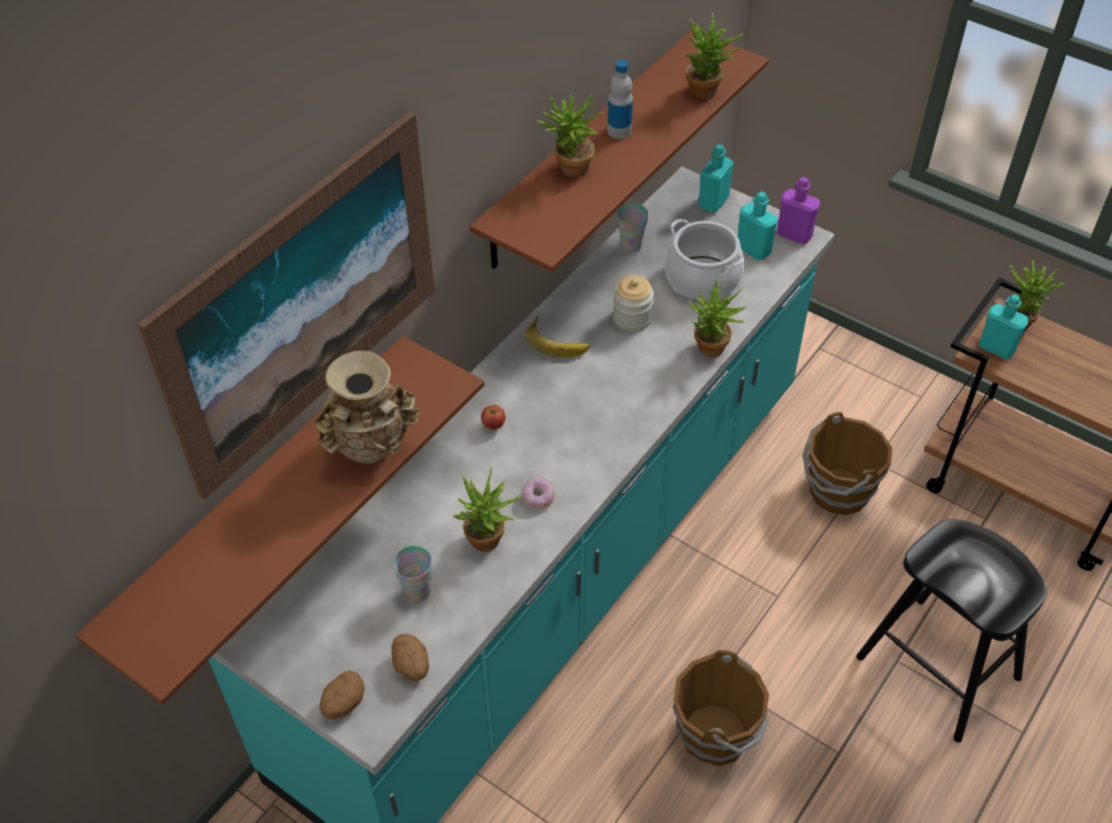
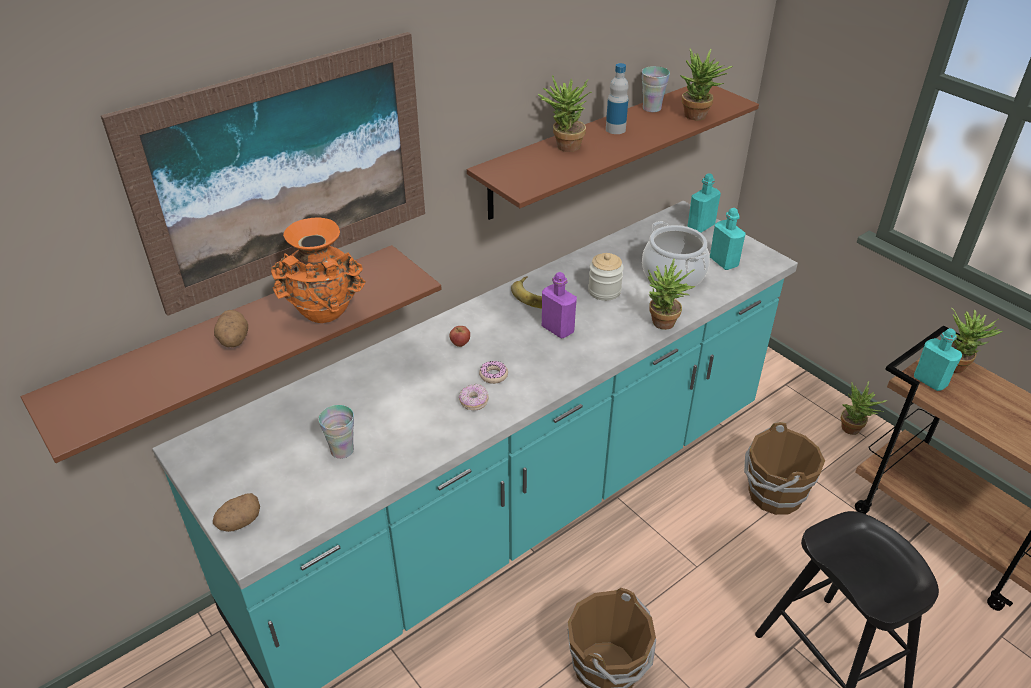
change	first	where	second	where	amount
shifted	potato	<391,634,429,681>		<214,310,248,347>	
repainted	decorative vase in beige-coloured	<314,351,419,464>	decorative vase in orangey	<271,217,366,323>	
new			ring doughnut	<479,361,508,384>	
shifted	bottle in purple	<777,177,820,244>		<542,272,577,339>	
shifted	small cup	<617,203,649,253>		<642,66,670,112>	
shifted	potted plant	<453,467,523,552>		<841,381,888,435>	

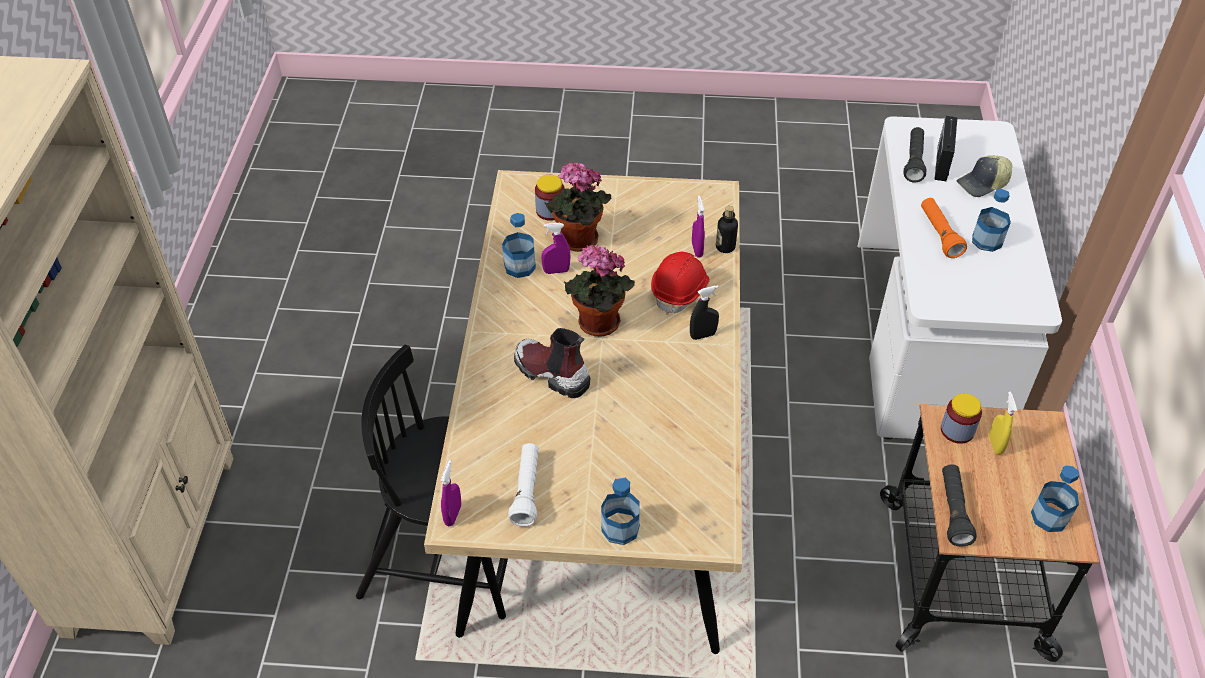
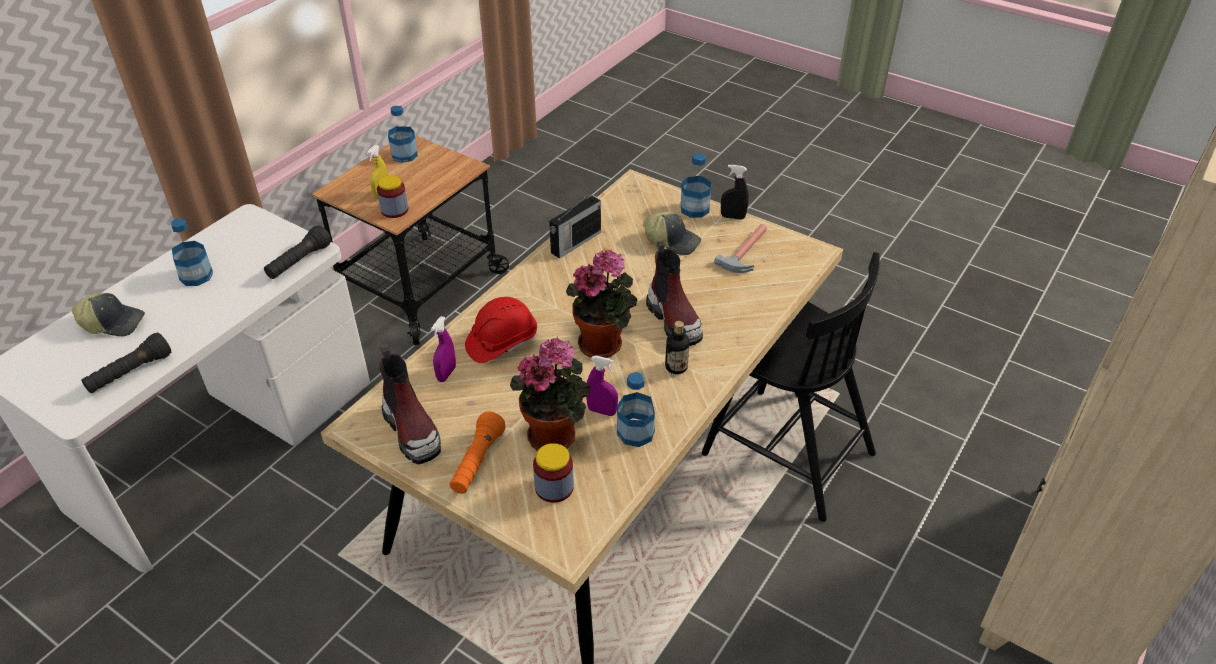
change	first	where	second	where	amount
shifted	flashlight in blackish	<942,465,977,546>		<264,225,331,279>	
new			boot	<378,345,441,464>	
shifted	flashlight in orangey	<921,198,967,258>		<450,411,506,494>	
shifted	radio receiver	<934,116,958,181>		<549,192,601,259>	
new			baseball cap	<643,212,701,255>	
shifted	bottle	<716,206,738,253>		<665,321,690,374>	
swapped	flashlight in white-coloured	<508,443,539,527>	hammer	<714,224,767,273>	
shifted	hand sprayer in blackish	<690,285,719,340>		<721,165,749,220>	
gone	hand sprayer in purple	<440,460,461,526>			

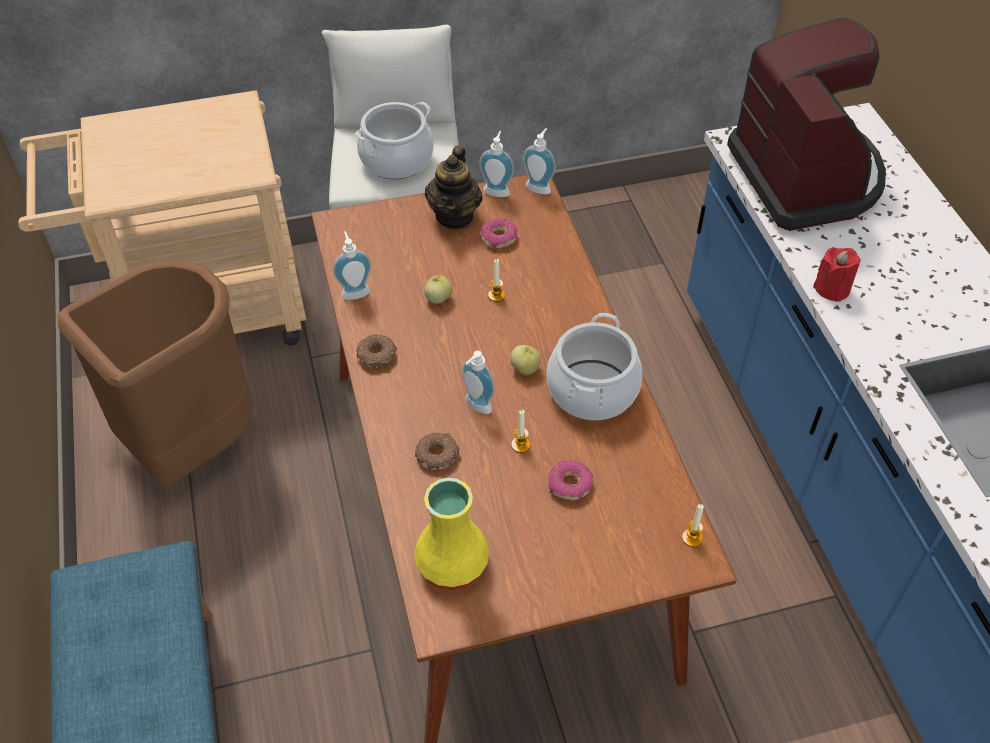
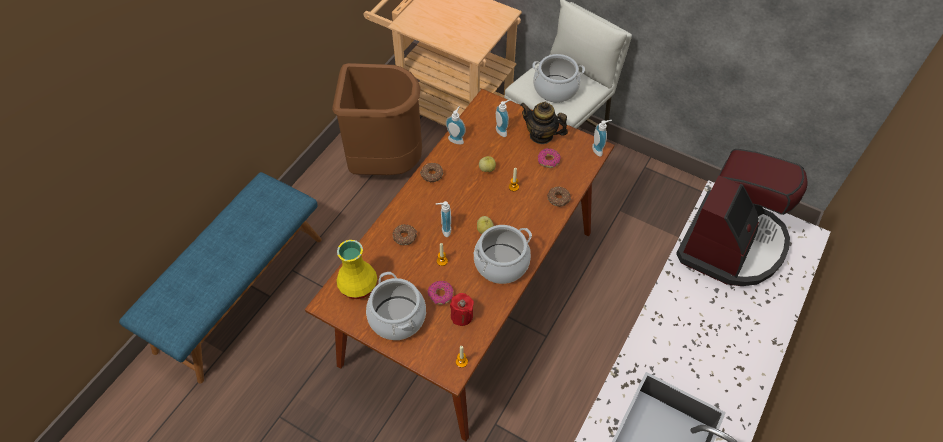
change	first	where	second	where	amount
new			saucepot	<366,272,426,340>	
shifted	candle in red	<813,247,861,302>		<450,293,474,326>	
shifted	liquid soap bottle	<479,131,514,197>		<496,100,511,137>	
rotated	tea pot	<425,146,482,229>		<520,102,568,144>	60 degrees clockwise
new			ring doughnut	<547,186,571,207>	

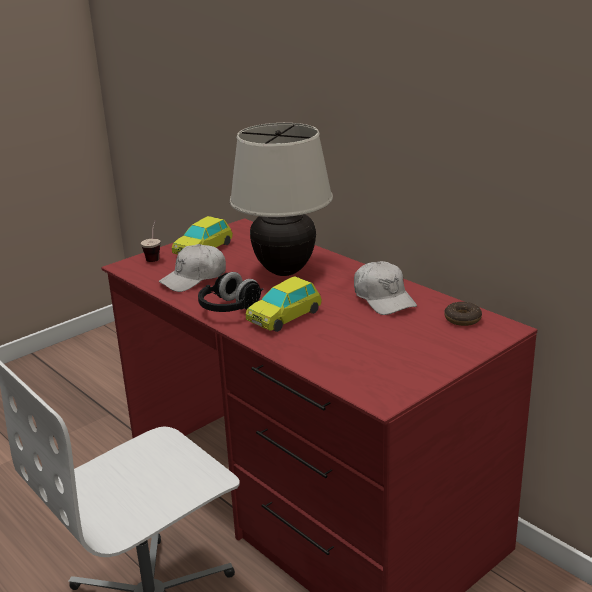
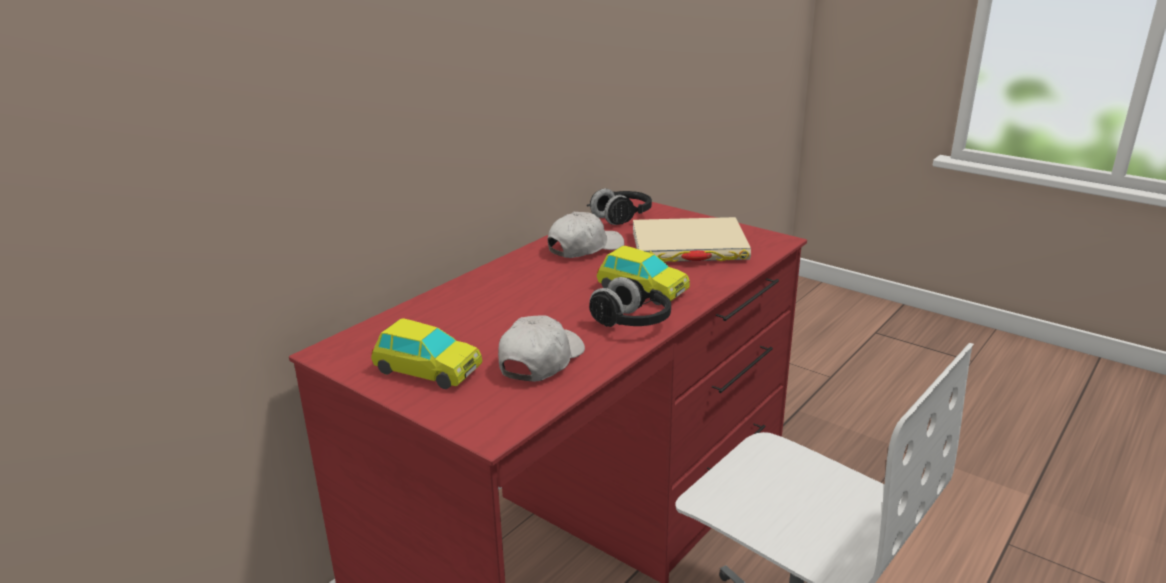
change	first	where	second	where	amount
rotated	baseball cap in white-coloured	<159,244,226,292>		<498,315,585,382>	105 degrees counterclockwise
swapped	ring doughnut	<444,302,482,326>	headphones in blackish	<587,188,652,225>	
new			bound book in beige-coloured	<633,217,751,262>	
gone	small cup	<141,220,160,262>			
gone	table lamp in beige-coloured	<230,123,333,276>			

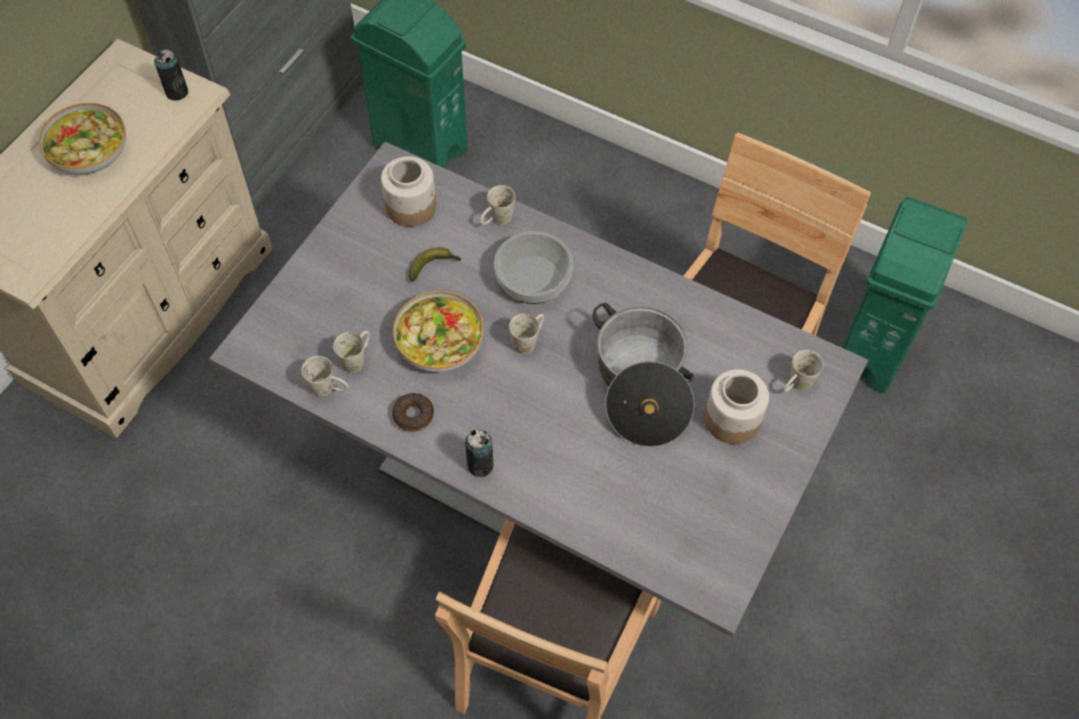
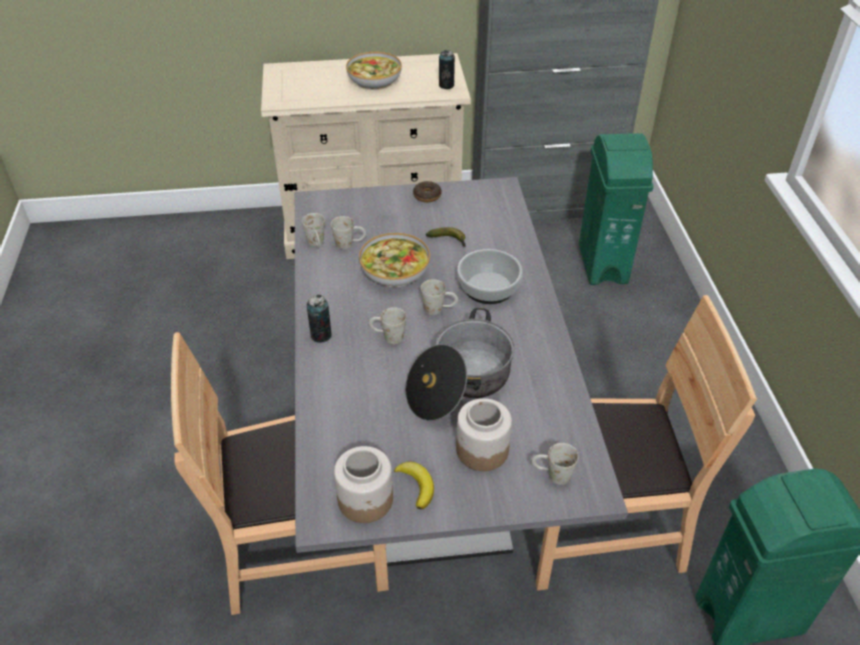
change	first	where	second	where	amount
shifted	preserve jar	<381,156,436,227>		<334,446,393,523>	
shifted	coffee mug in white-coloured	<480,185,516,225>		<369,307,406,344>	
new			whole banana	<394,462,434,509>	
shifted	ring doughnut	<392,393,434,432>		<413,181,442,202>	

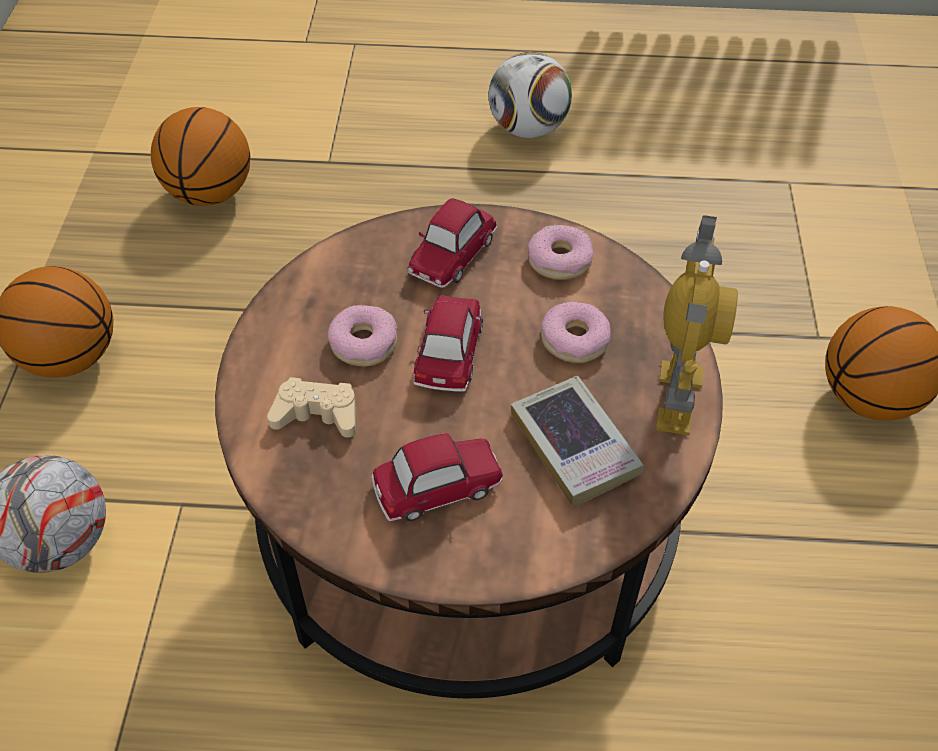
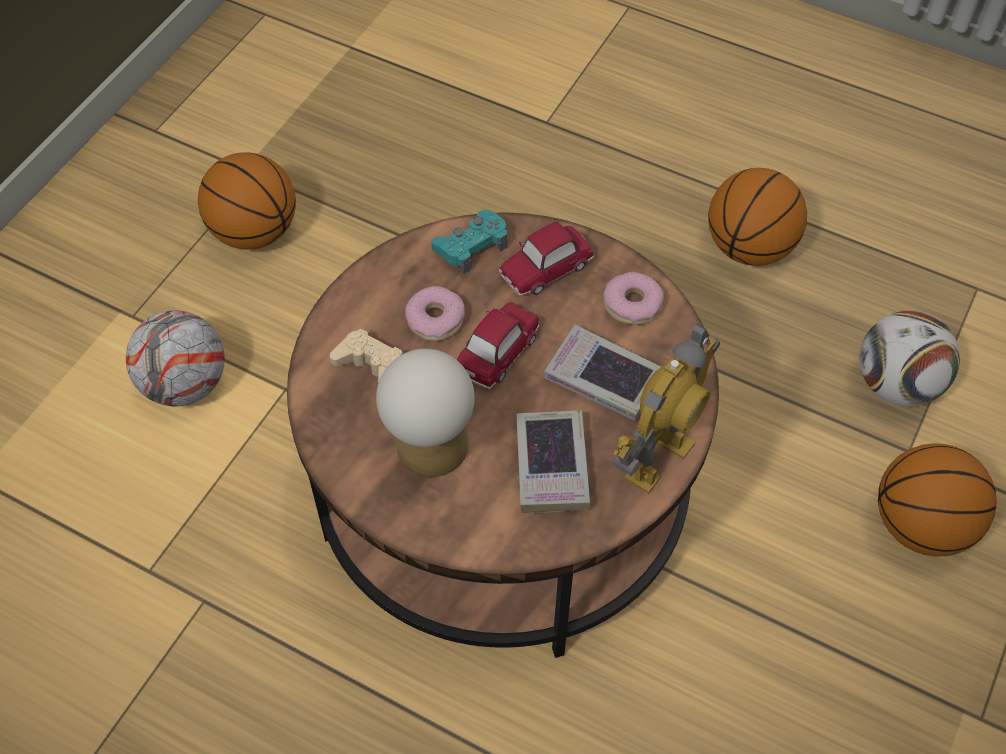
change	first	where	second	where	amount
swapped	miniature car	<372,433,503,521>	table lamp	<376,349,475,477>	
new			gamepad in blue-green	<431,210,507,274>	
swapped	ring doughnut	<541,301,611,363>	bound book	<544,324,661,421>	
shifted	basketball	<151,107,251,206>		<708,168,807,266>	
shifted	football ball	<488,52,572,138>		<859,310,960,406>	

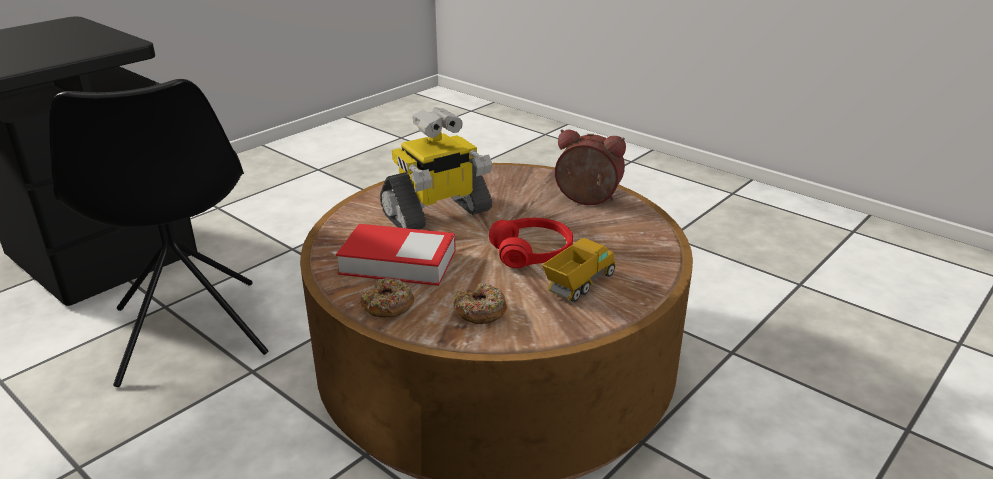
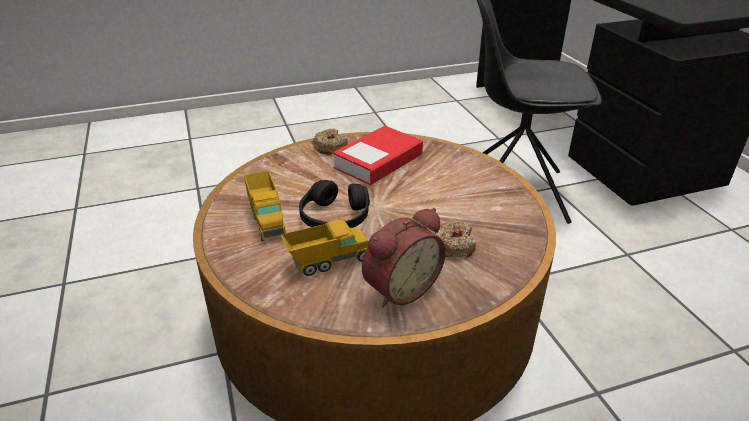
change	first	where	second	where	amount
new			toy truck	<281,219,369,276>	
repainted	headphones in red	<489,218,573,268>	headphones in blackish	<299,180,370,228>	
shifted	ring doughnut	<454,284,507,324>		<434,222,476,258>	
gone	robot figure	<380,107,492,230>			

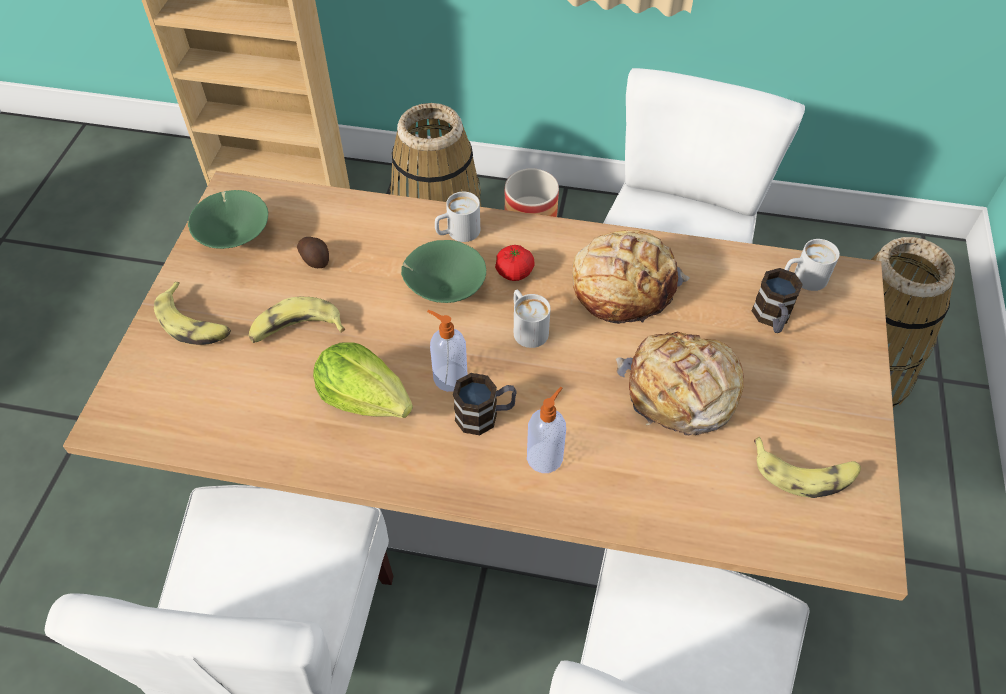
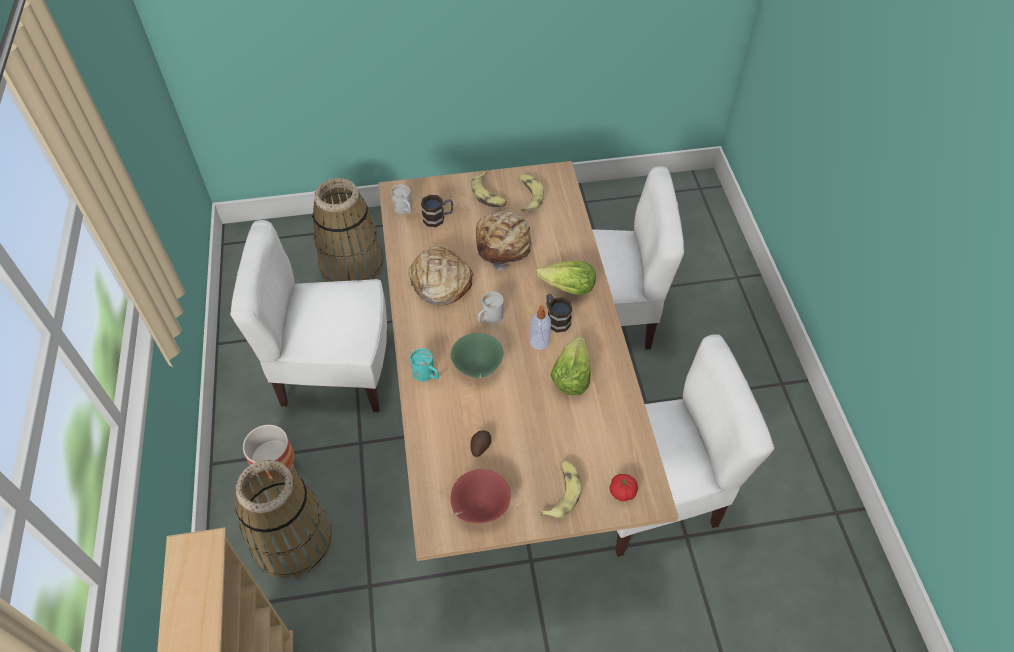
change	first	where	second	where	amount
repainted	coffee mug in white-coloured	<435,192,480,242>	coffee mug in blue-green	<410,348,439,381>	
repainted	bowl in green	<188,190,268,249>	bowl in red	<450,469,511,523>	
shifted	whole banana	<249,297,345,343>		<471,172,507,207>	
swapped	liquid soap bottle	<527,387,566,473>	lettuce head	<536,261,596,295>	
shifted	tomato	<495,245,535,281>		<609,474,638,501>	

